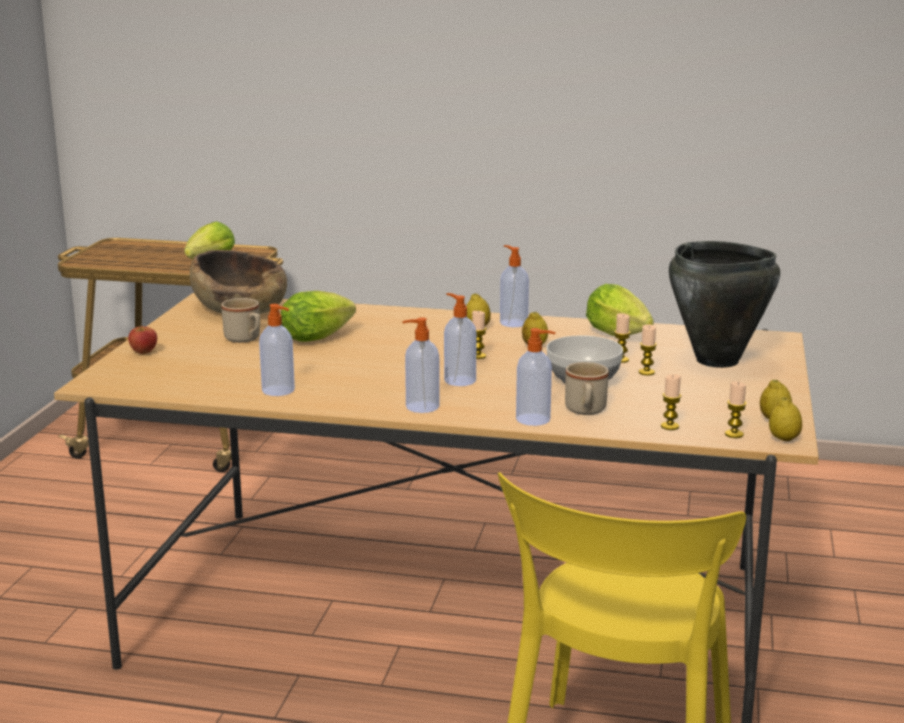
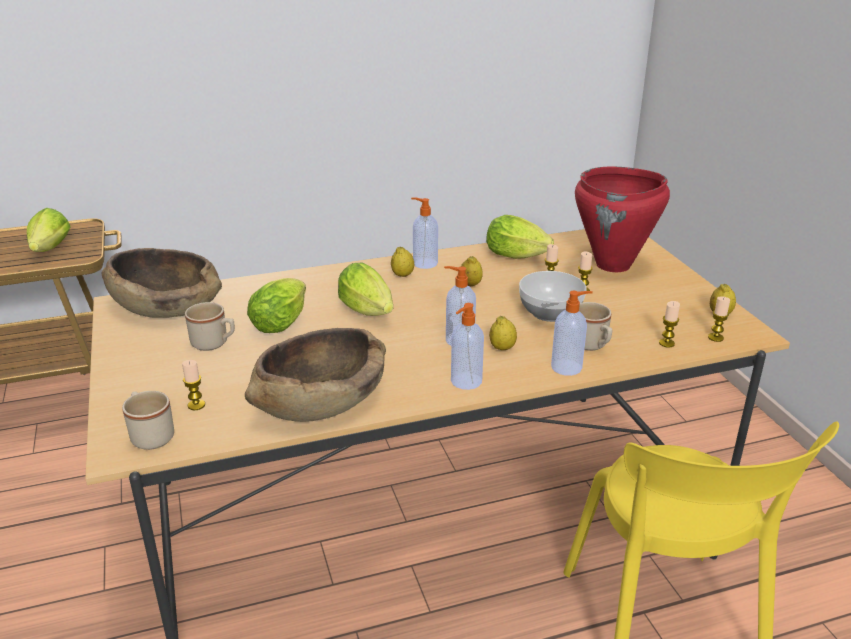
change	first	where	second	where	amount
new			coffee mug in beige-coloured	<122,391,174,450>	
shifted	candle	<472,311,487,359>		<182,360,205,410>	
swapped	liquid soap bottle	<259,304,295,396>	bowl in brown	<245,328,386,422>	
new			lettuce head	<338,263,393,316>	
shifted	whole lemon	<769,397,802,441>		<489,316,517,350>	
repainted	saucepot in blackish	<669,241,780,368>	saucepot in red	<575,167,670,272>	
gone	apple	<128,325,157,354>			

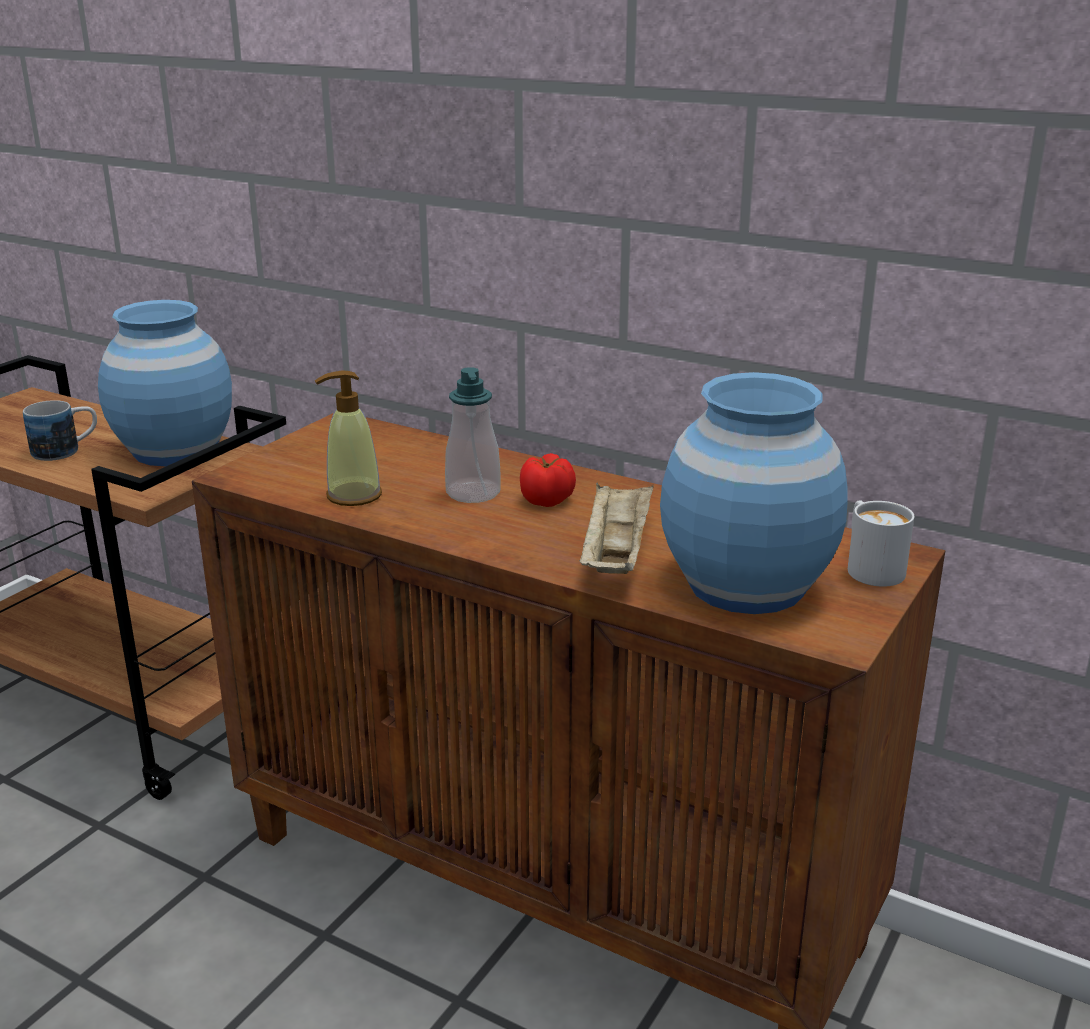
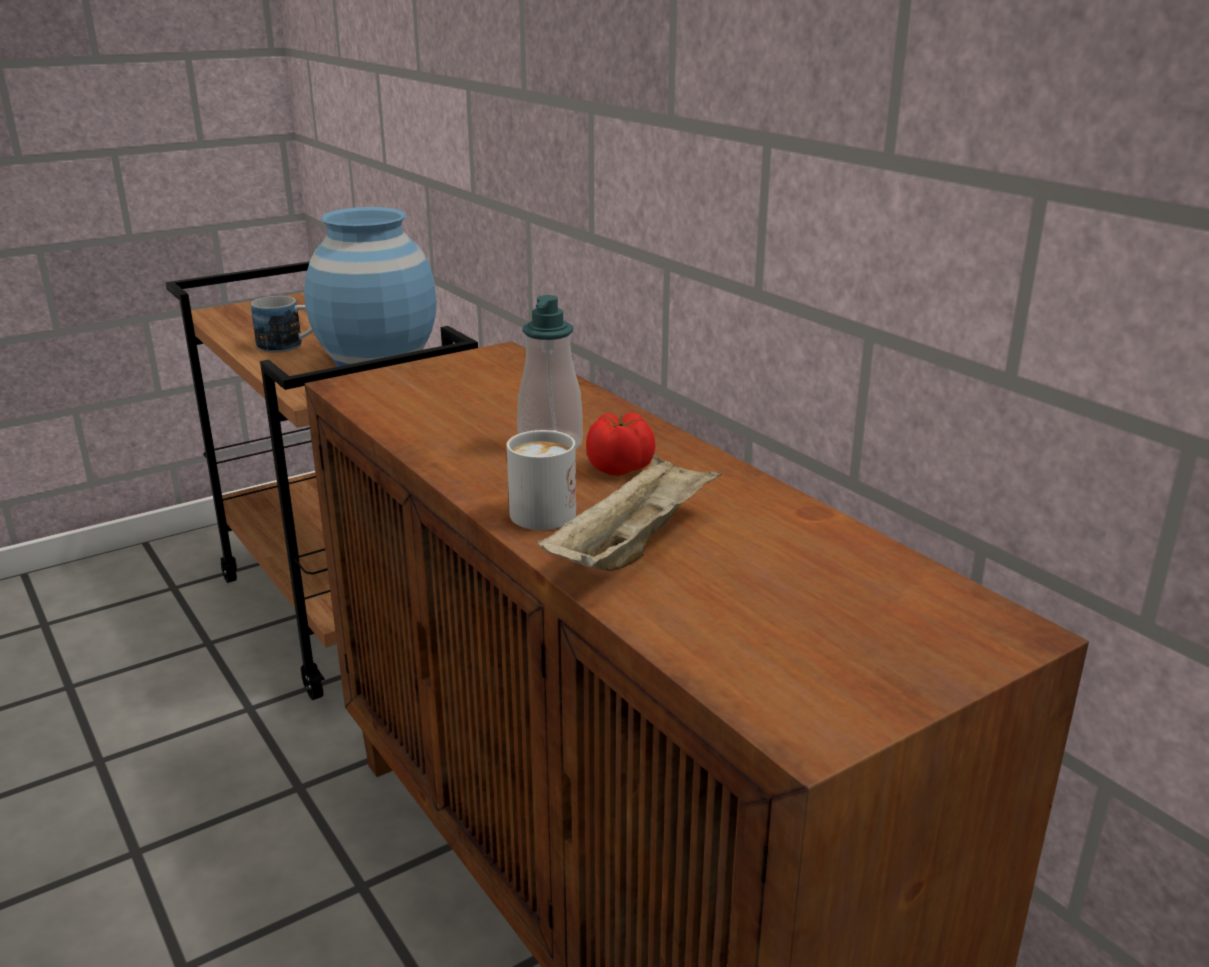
change	first	where	second	where	amount
shifted	coffee mug in white-coloured	<848,500,914,587>		<507,430,576,530>	
gone	liquid soap bottle	<315,371,382,506>			
gone	decorative vase in blue	<660,372,848,614>			

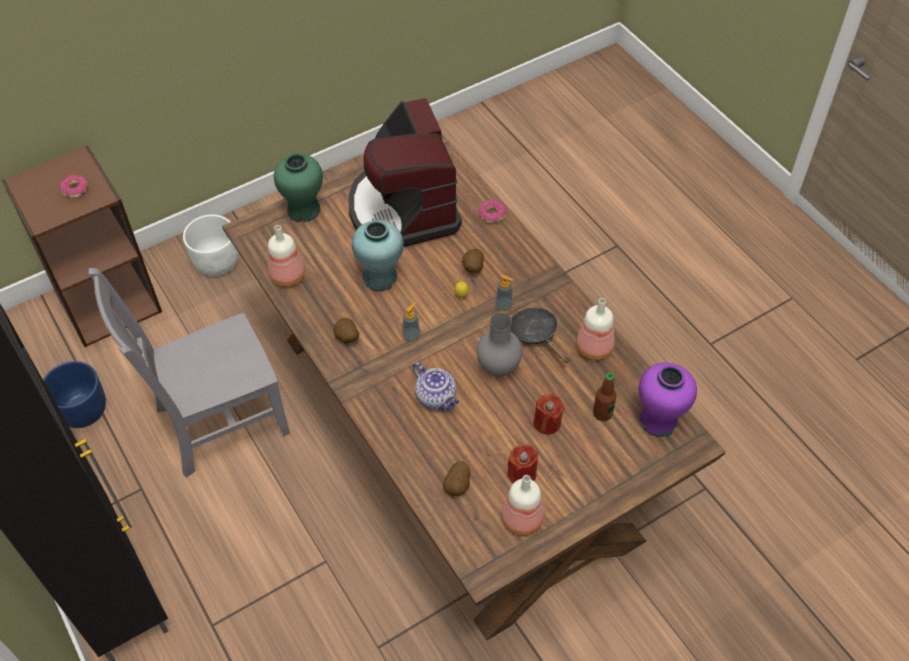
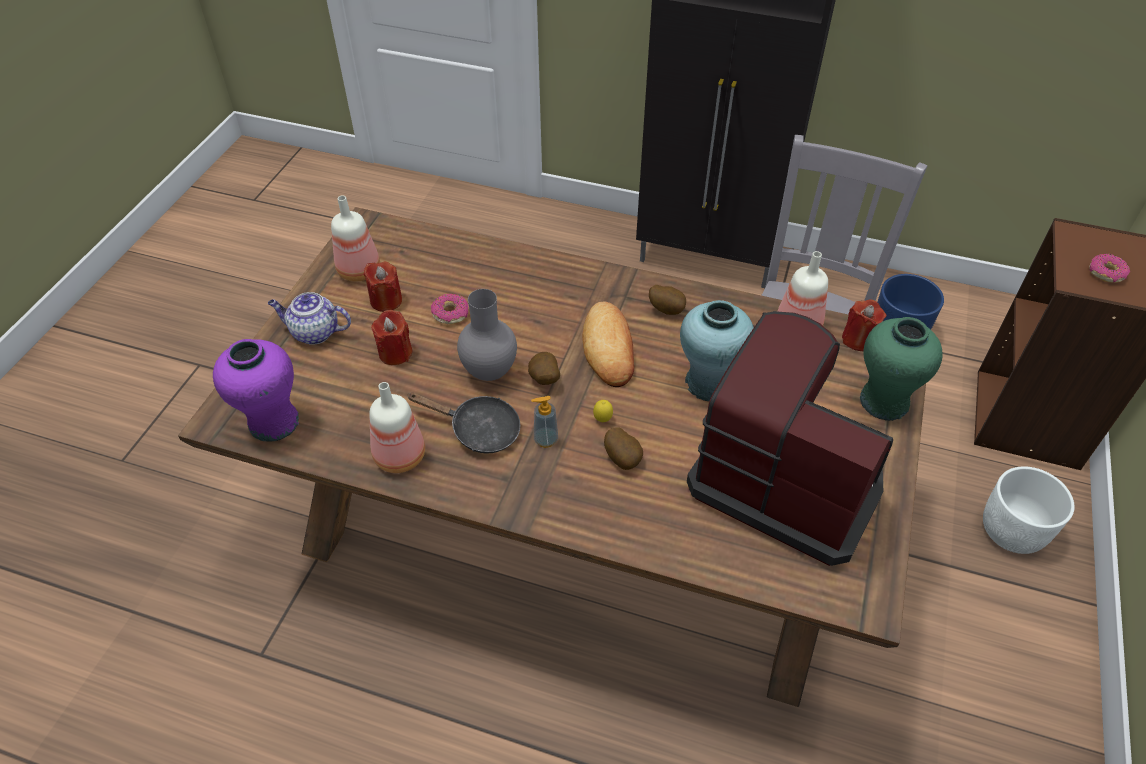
change	first	where	second	where	amount
shifted	tea pot	<413,362,459,410>		<268,292,351,345>	
shifted	ring doughnut	<478,199,506,223>		<431,294,469,324>	
shifted	potato	<443,462,470,496>		<528,352,560,385>	
swapped	liquid soap bottle	<403,302,420,342>	bakery bread	<582,301,634,387>	
new			candle in red	<842,299,886,351>	
gone	bottle	<593,373,616,421>			

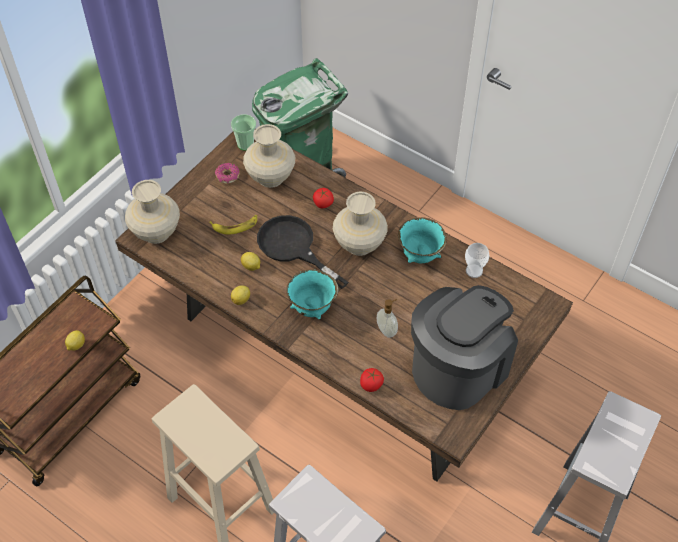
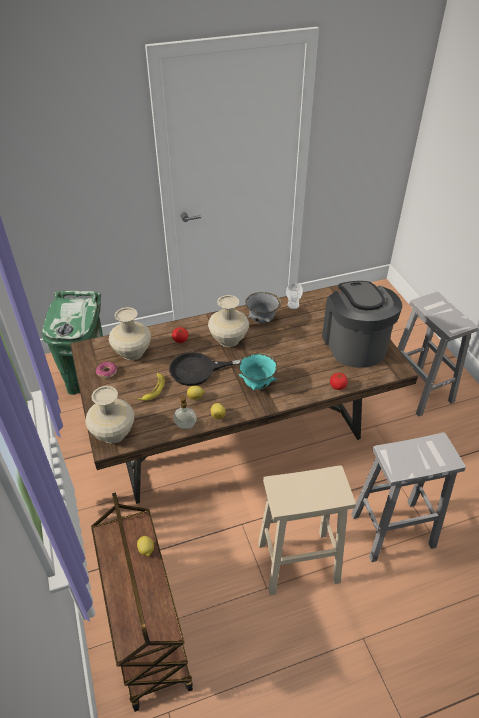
change	first	where	second	where	amount
shifted	liquid soap bottle	<377,299,398,338>		<174,394,197,429>	
repainted	bowl in blue-green	<398,218,447,263>	bowl in greyish	<245,292,281,323>	
gone	small cup	<231,114,256,151>			

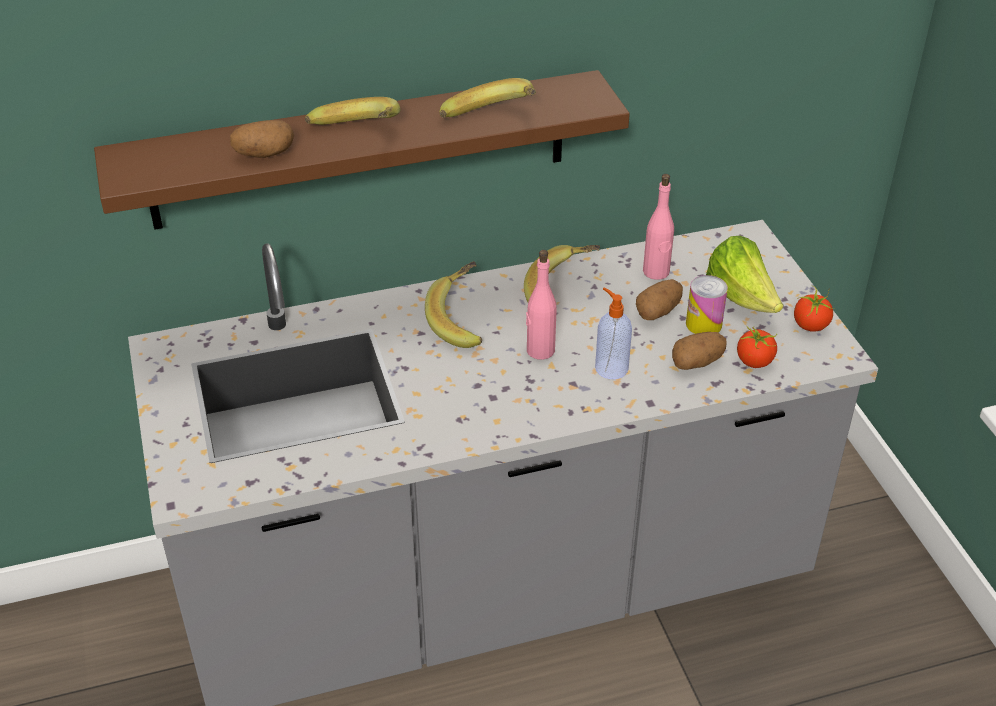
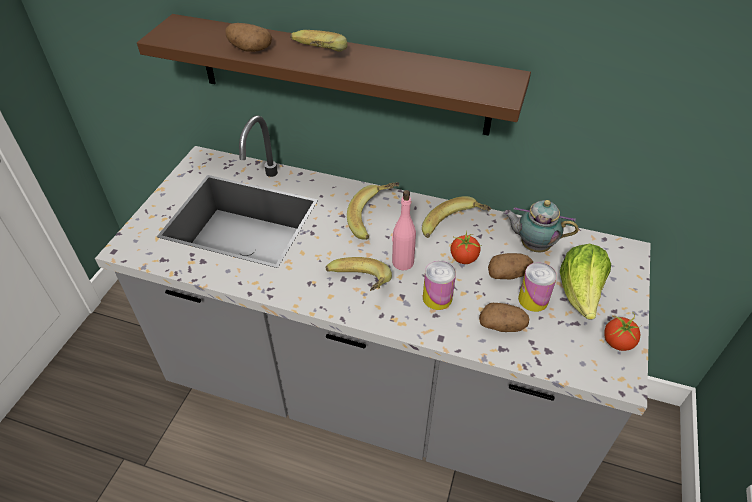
change	first	where	second	where	amount
shifted	whole banana	<439,78,536,118>		<325,257,392,291>	
swapped	liquid soap bottle	<595,287,632,379>	can	<423,261,456,310>	
shifted	tomato	<737,325,777,368>		<451,231,482,264>	
swapped	bottle in pink-coloured	<643,174,674,280>	tea pot	<503,200,579,252>	

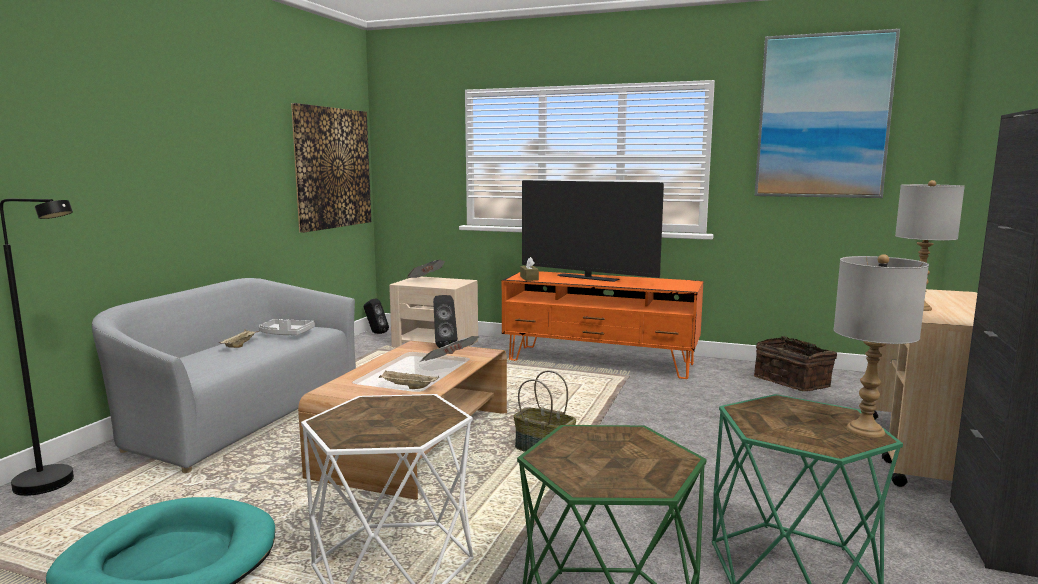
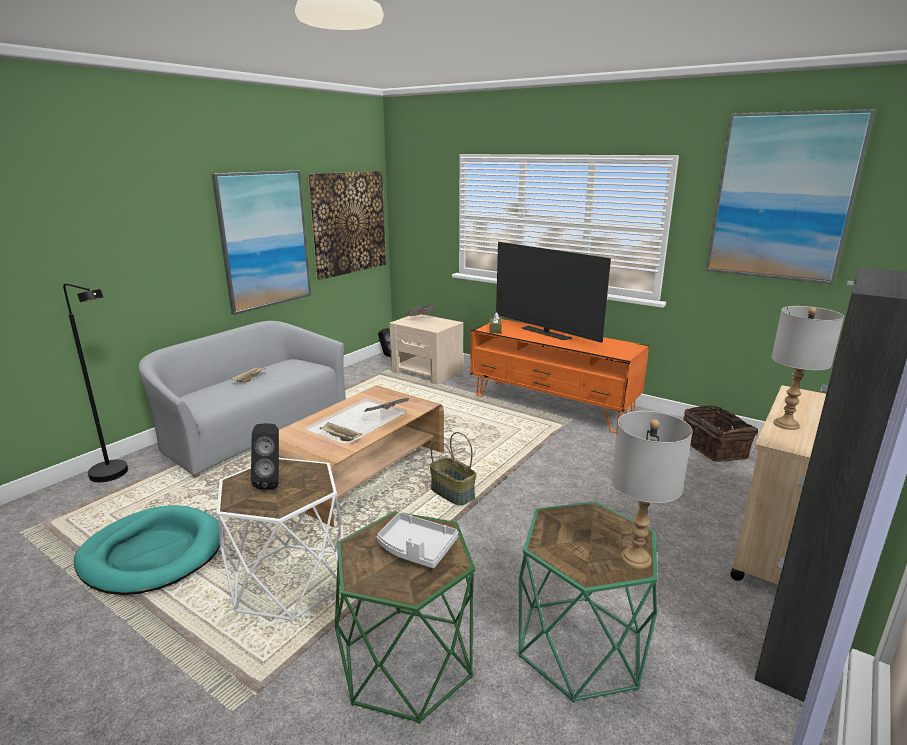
change	first	where	second	where	amount
new			wall picture	<212,171,311,315>	
shifted	loudspeaker in blackish	<433,295,458,348>		<251,423,279,489>	
shifted	tray in greyish	<259,319,315,335>		<377,512,458,568>	

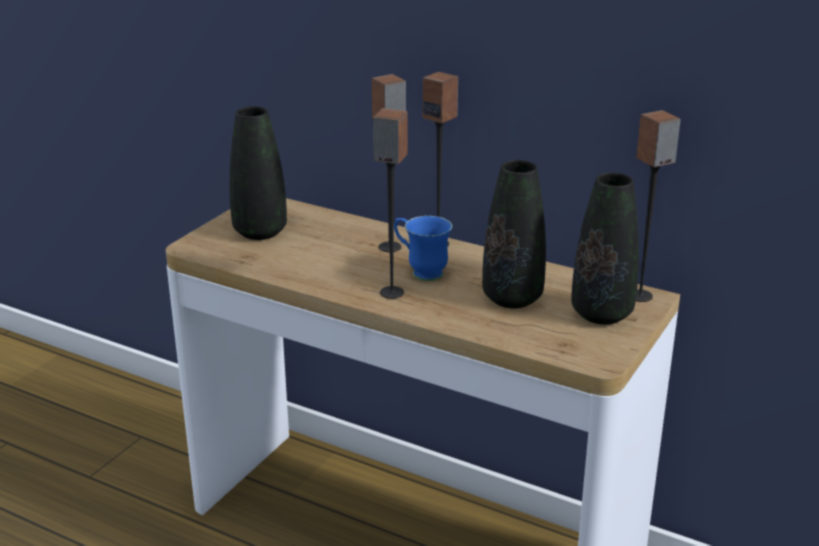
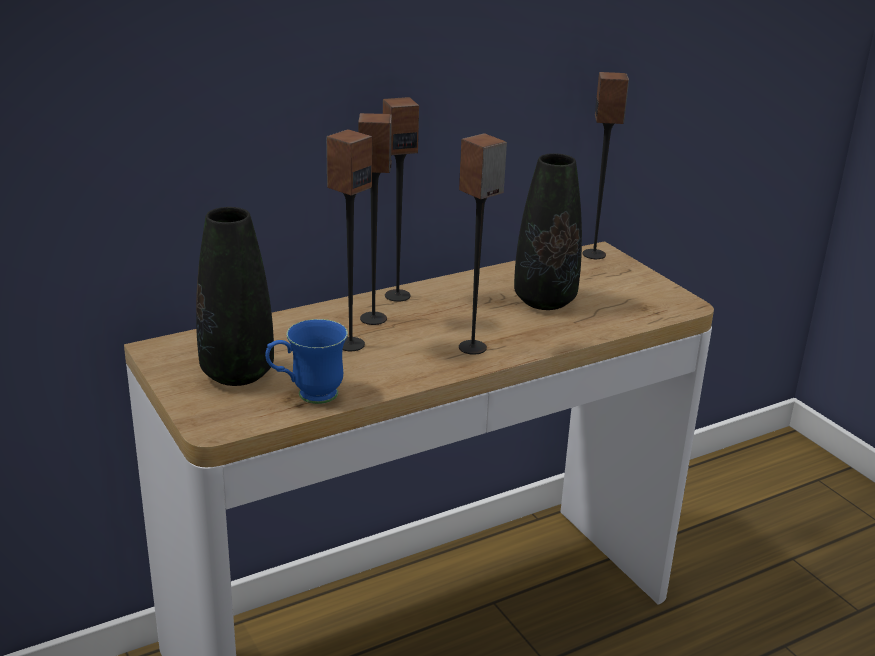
change	first	where	second	where	amount
shifted	coffee mug in blue	<394,216,452,281>		<265,319,348,404>	
new			loudspeaker	<326,129,372,351>	
gone	decorative vase in blackish	<571,172,639,325>			

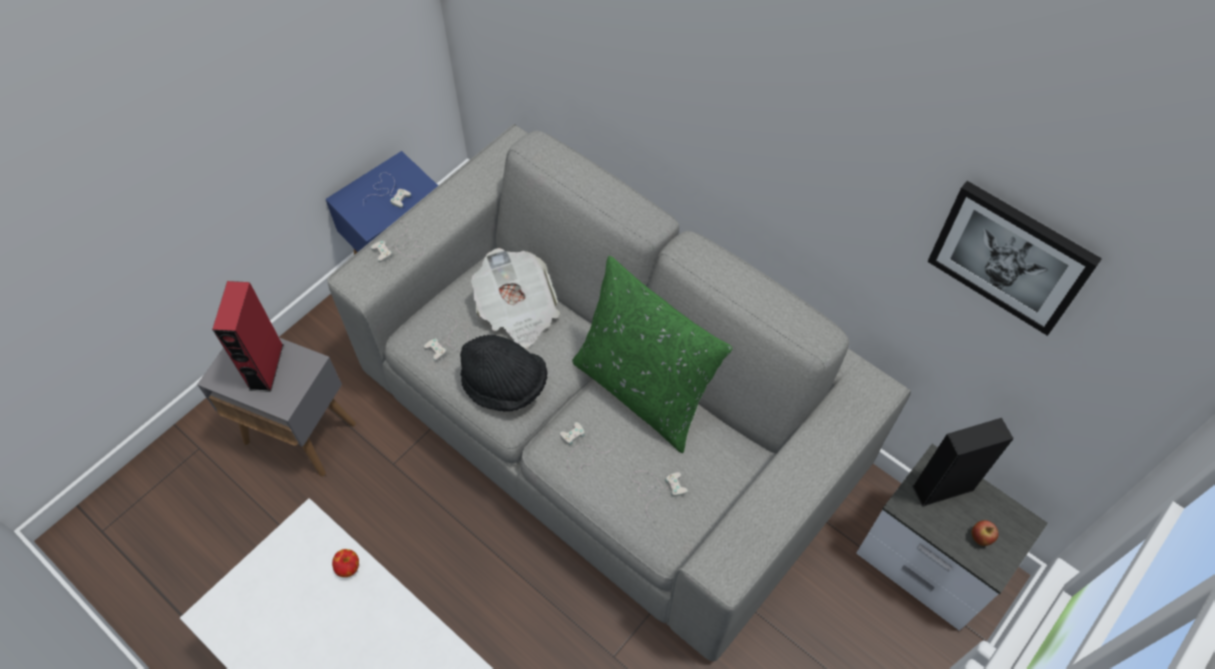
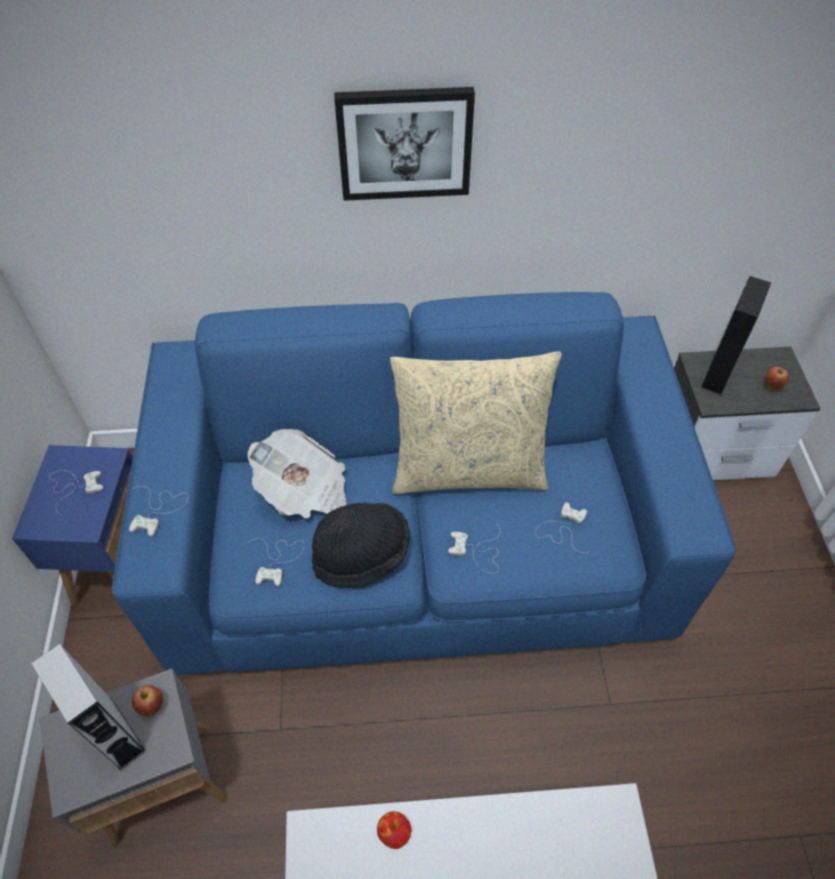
change	first	where	second	where	amount
repainted	loudspeaker in red	<212,281,284,392>	loudspeaker in greyish	<31,644,146,771>	
repainted	sofa in greyish	<327,124,911,661>	sofa in blue	<112,292,736,675>	
new			apple	<132,685,163,716>	
shifted	wall picture	<927,181,1102,336>		<334,87,475,201>	
repainted	cushion in green	<572,256,732,453>	cushion in beige-coloured	<390,352,562,494>	

